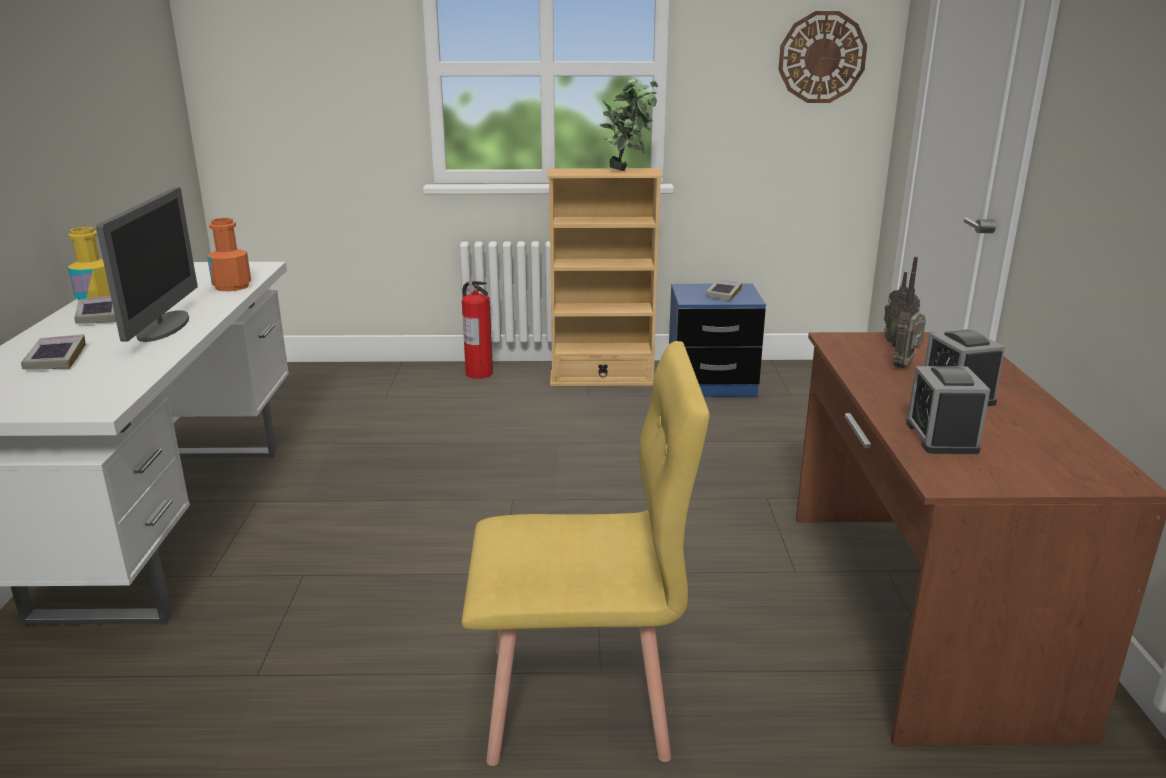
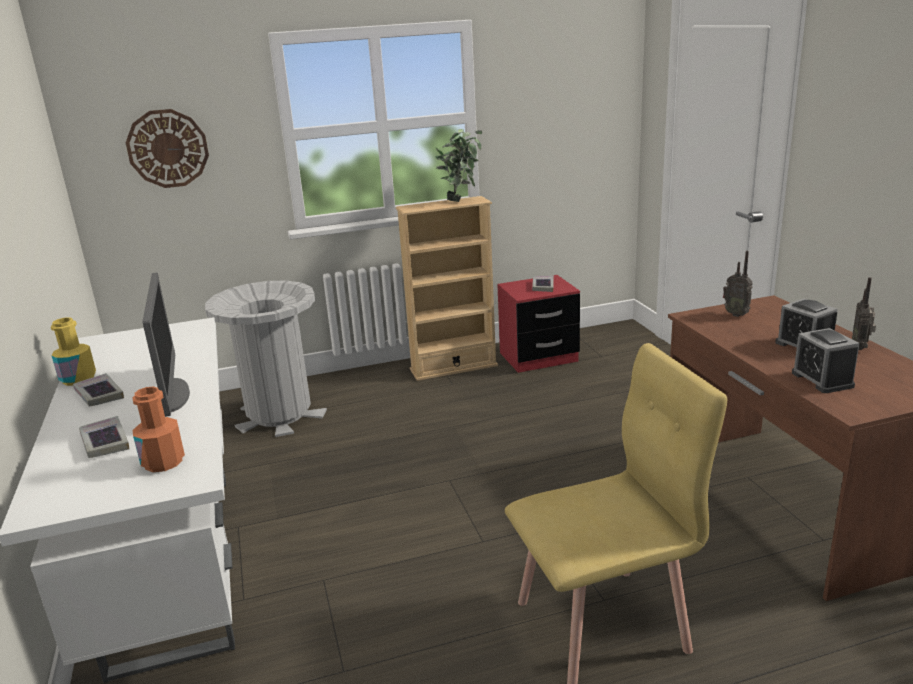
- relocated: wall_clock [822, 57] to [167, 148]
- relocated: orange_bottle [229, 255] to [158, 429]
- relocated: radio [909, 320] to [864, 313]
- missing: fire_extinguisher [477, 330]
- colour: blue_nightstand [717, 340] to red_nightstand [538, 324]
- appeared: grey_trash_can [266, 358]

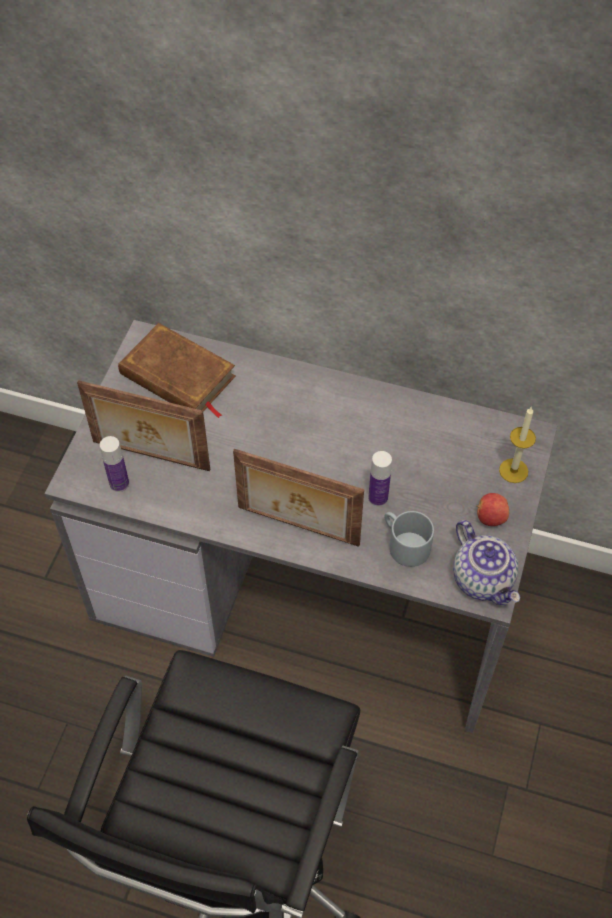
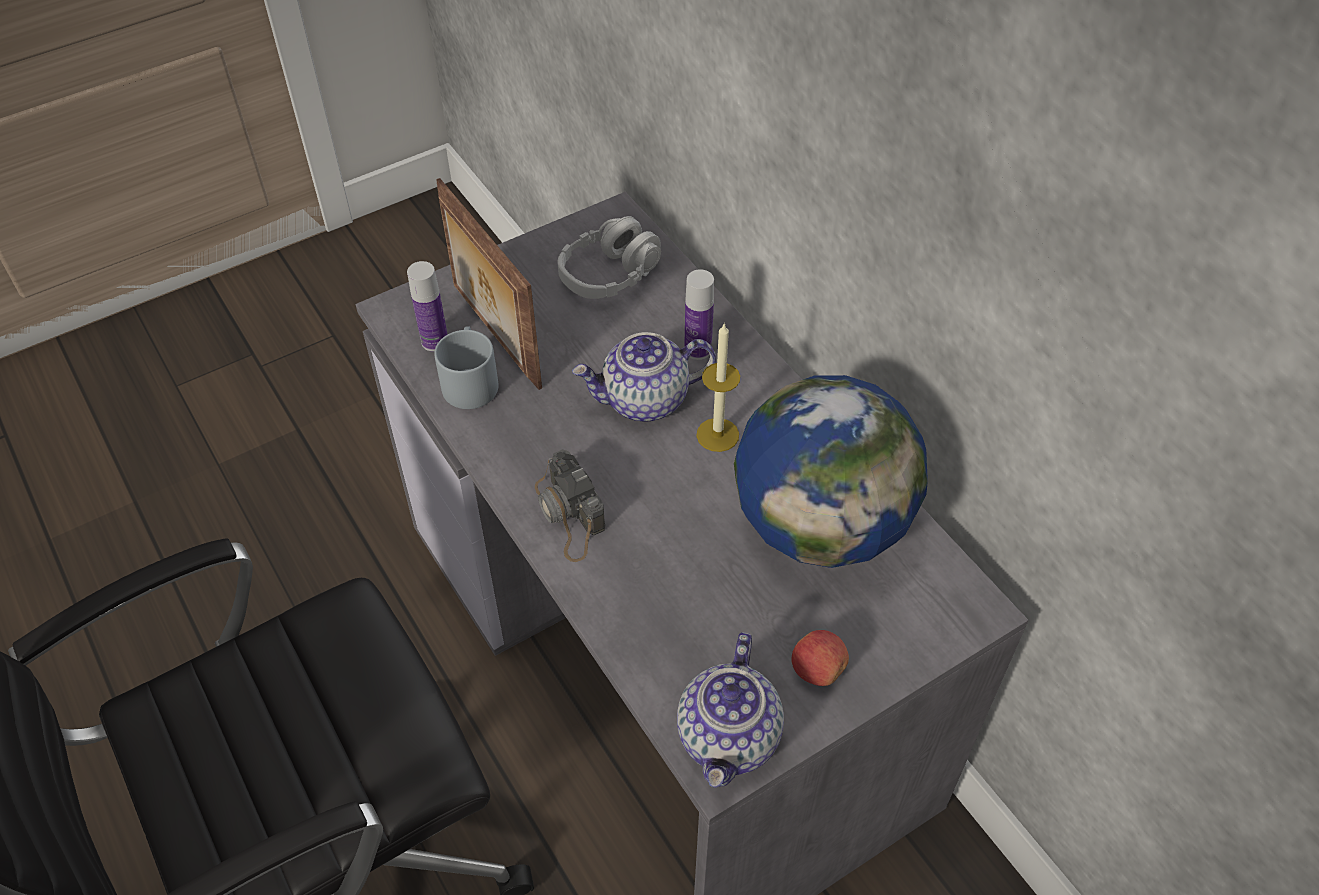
- exchanged: brown_book [176, 370] to grey_headphones [609, 257]
- relocated: candle [517, 445] to [718, 387]
- exchanged: picture_frame [298, 498] to photo_camera [570, 505]
- relocated: bottle [380, 479] to [699, 314]
- relocated: grey_mug [409, 539] to [466, 367]
- appeared: teapot [644, 376]
- appeared: globe [831, 471]

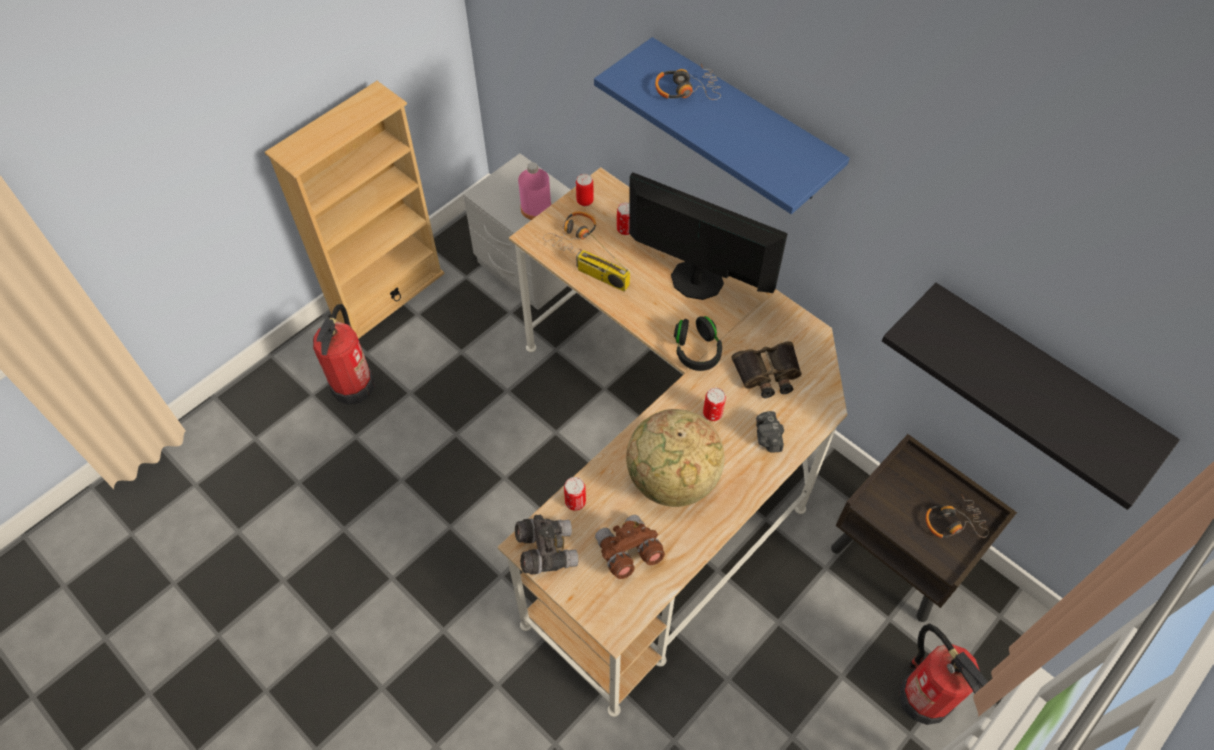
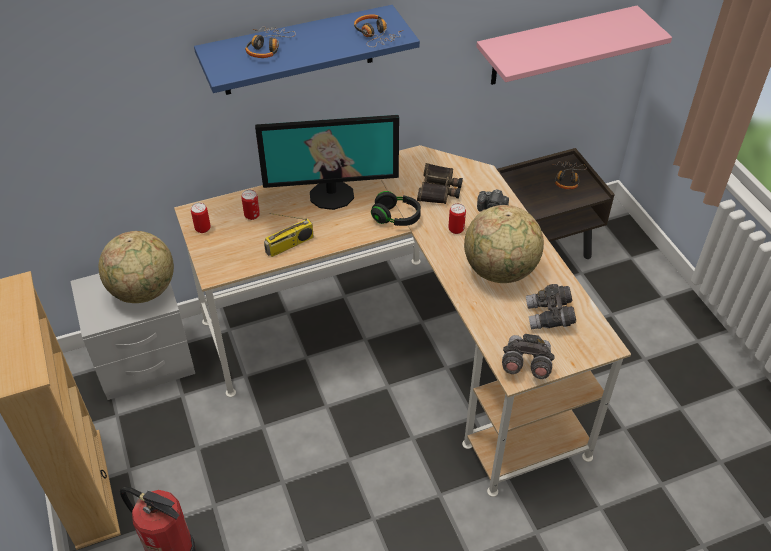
- exchanged: pink_bottle [535, 191] to globe [136, 267]
- spun: monitor [708, 236] = [327, 162] 150 degrees counterclockwise
- relocated: headphones [569, 232] to [379, 30]
- colour: black_shelf [1031, 396] to pink_shelf [574, 45]
- missing: can [575, 494]
- colour: brown_binoculars [630, 547] to grey_binoculars [551, 307]
- missing: fire_extinguisher [943, 674]

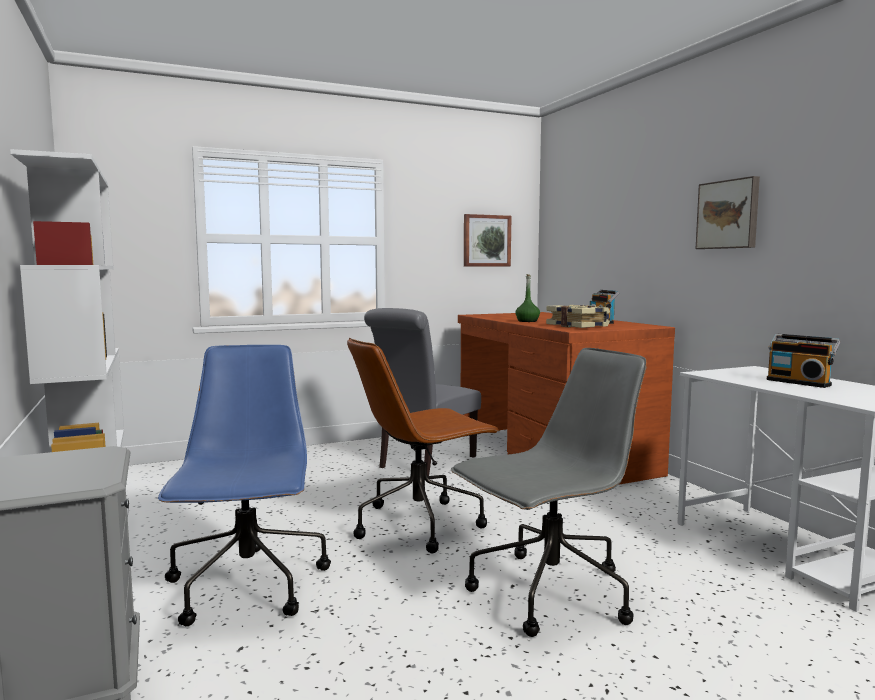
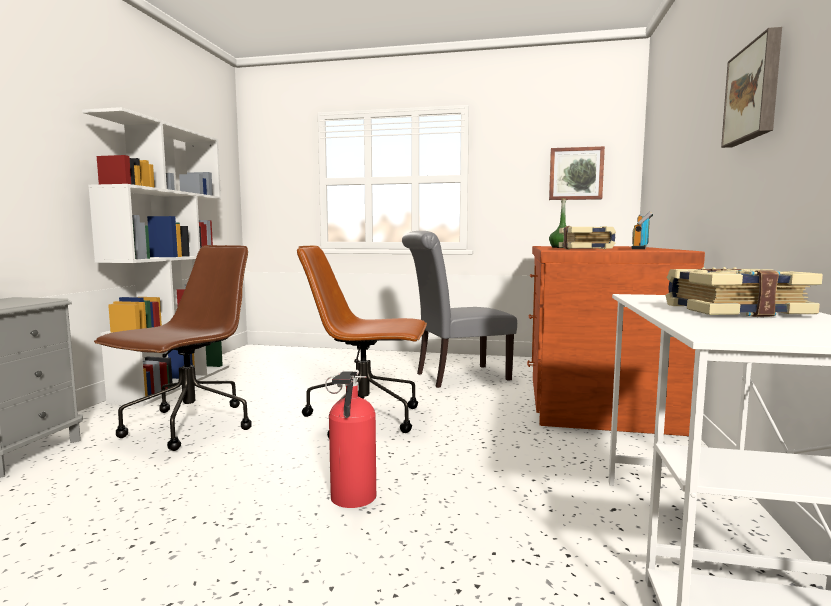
- exchanged: radio [803, 361] to book [744, 292]
- colour: blue_office_chair [244, 485] to brown_office_chair [173, 348]
- exchanged: grey_office_chair [549, 492] to fire_extinguisher [350, 439]

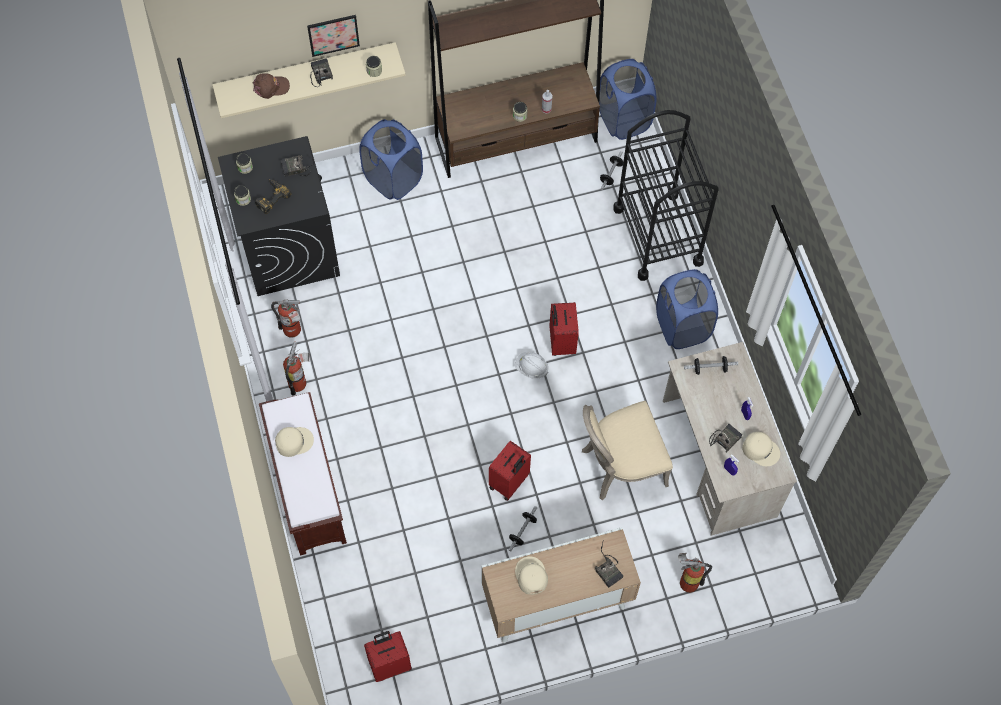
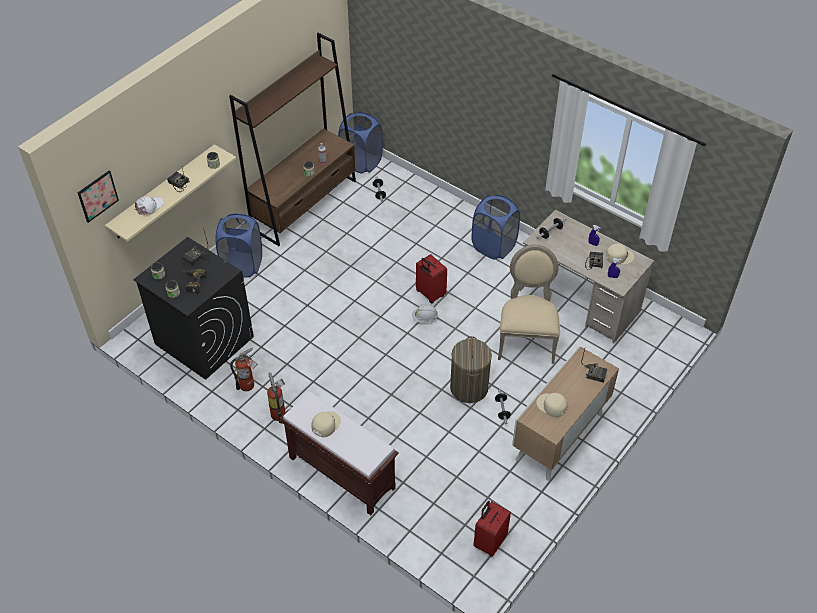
- relocated: picture [333, 36] to [98, 196]
- colour: brown_cap [271, 86] to white_cap [149, 206]
- missing: black_cart [666, 195]
- spun: beige_chair [627, 450] = [529, 304] 150 degrees clockwise
- exchanged: red_suitcase [510, 471] to laundry_basket [471, 369]
- missing: fire_extinguisher [695, 573]

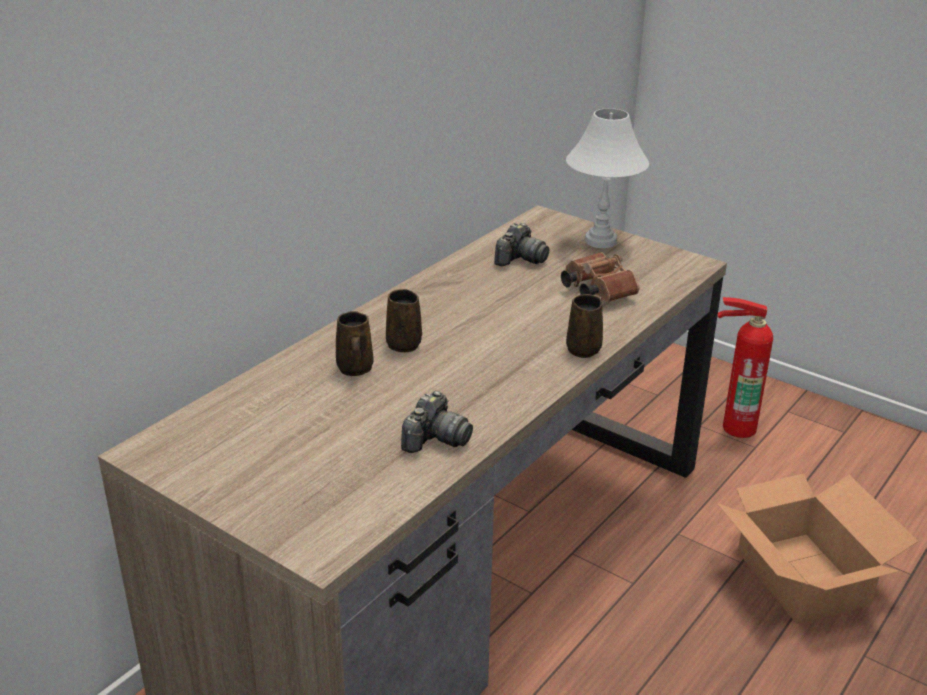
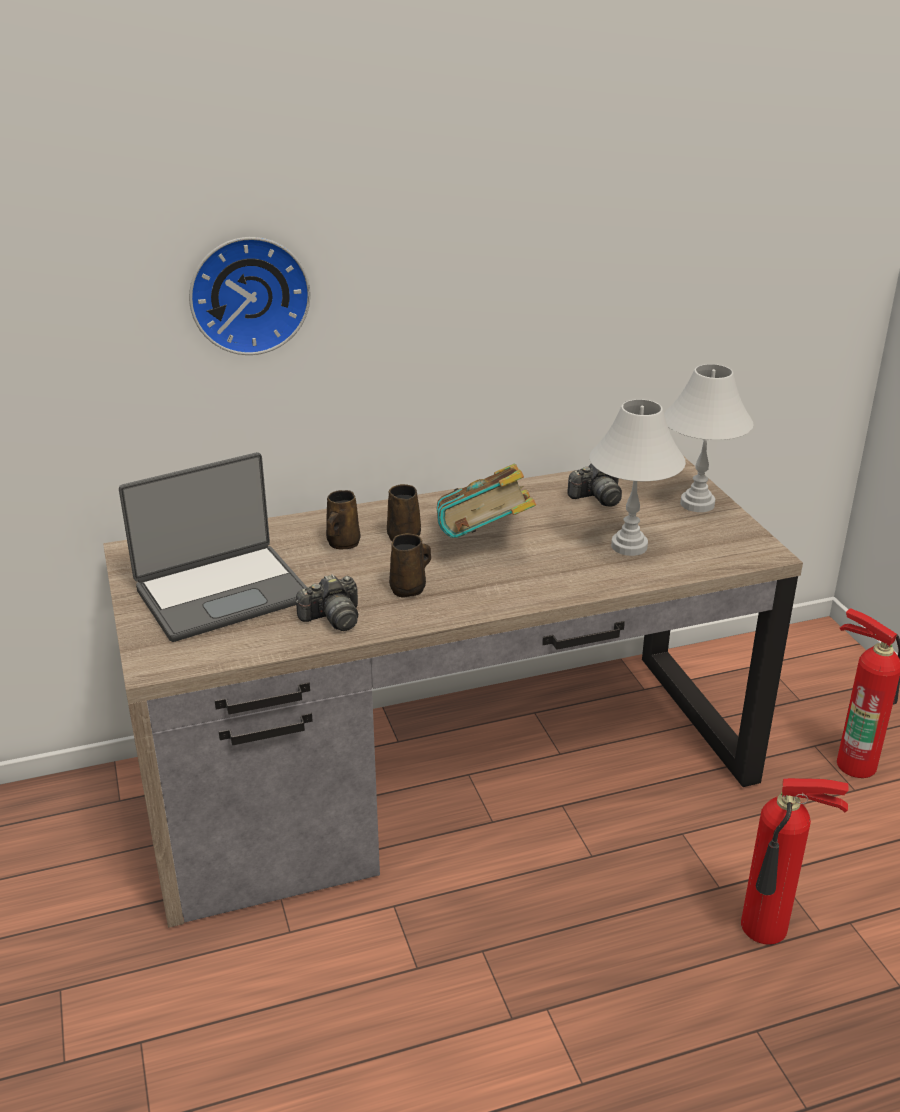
- exchanged: brown_binoculars [600, 277] to white_table_lamp [637, 477]
- relocated: brown_mug [584, 326] to [410, 565]
- exchanged: cardboard_box [817, 549] to fire_extinguisher [794, 861]
- appeared: wall_clock [249, 296]
- appeared: laptop [213, 547]
- appeared: book [486, 500]

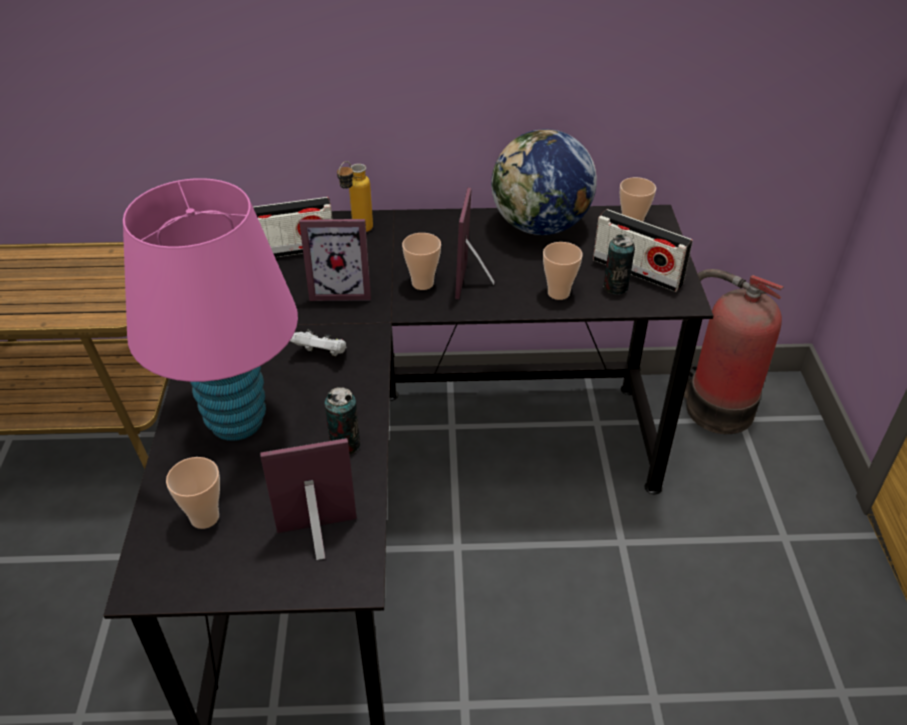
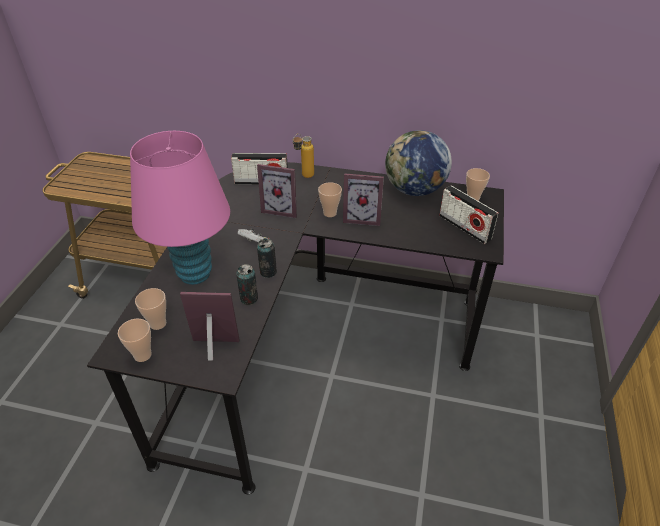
- spun: picture_frame [475, 243] = [363, 199] 105 degrees counterclockwise
- relocated: can [619, 264] to [267, 258]
- relocated: cup [563, 271] to [135, 340]
- missing: fire_extinguisher [734, 351]

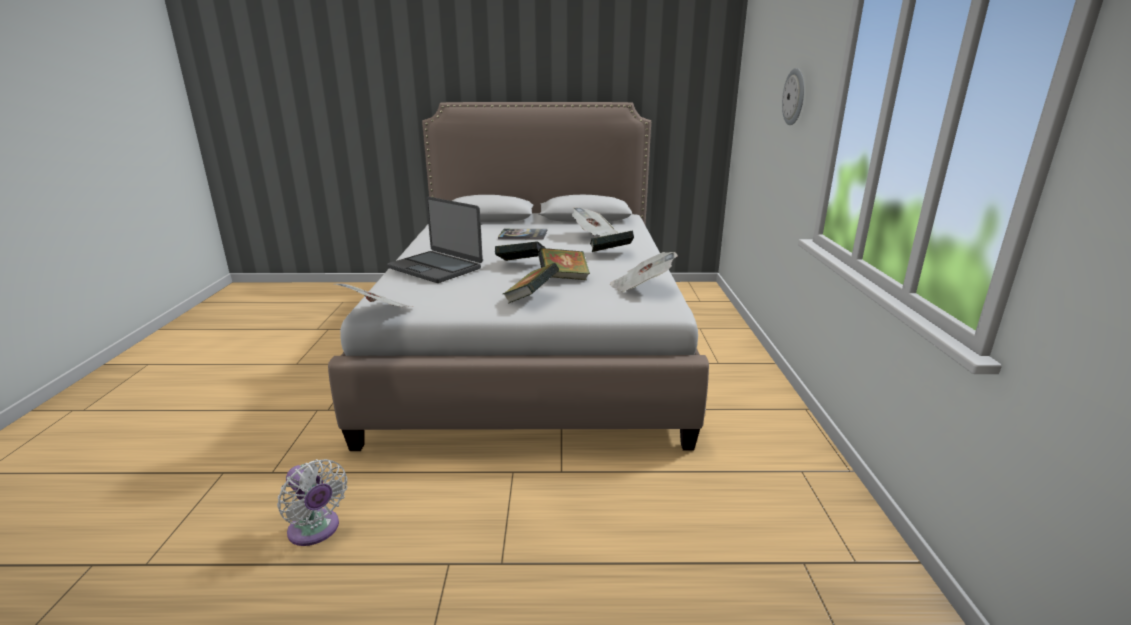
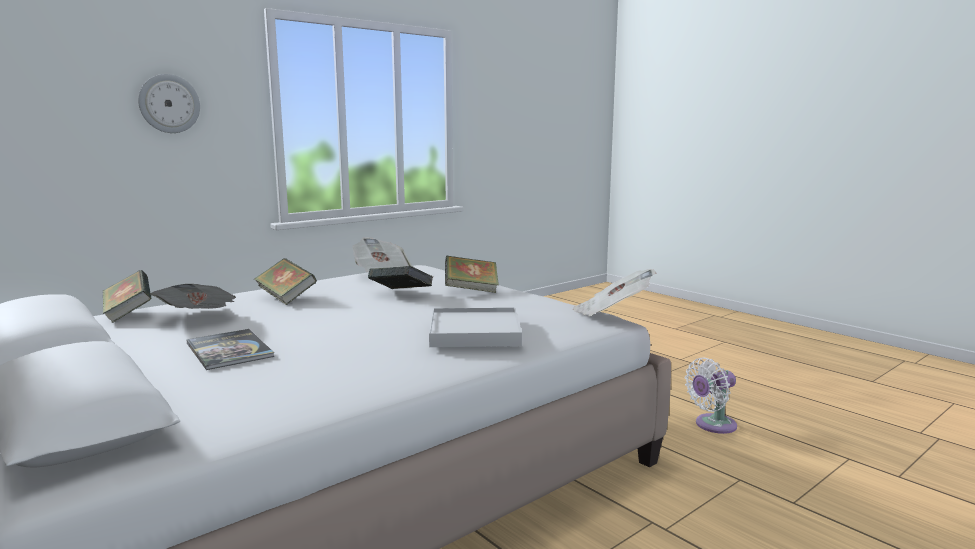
- exchanged: laptop [435, 240] to white_tray [475, 327]
- relocated: book [520, 251] to [127, 296]
- spun: white_fan [312, 502] = [711, 396] 120 degrees counterclockwise

